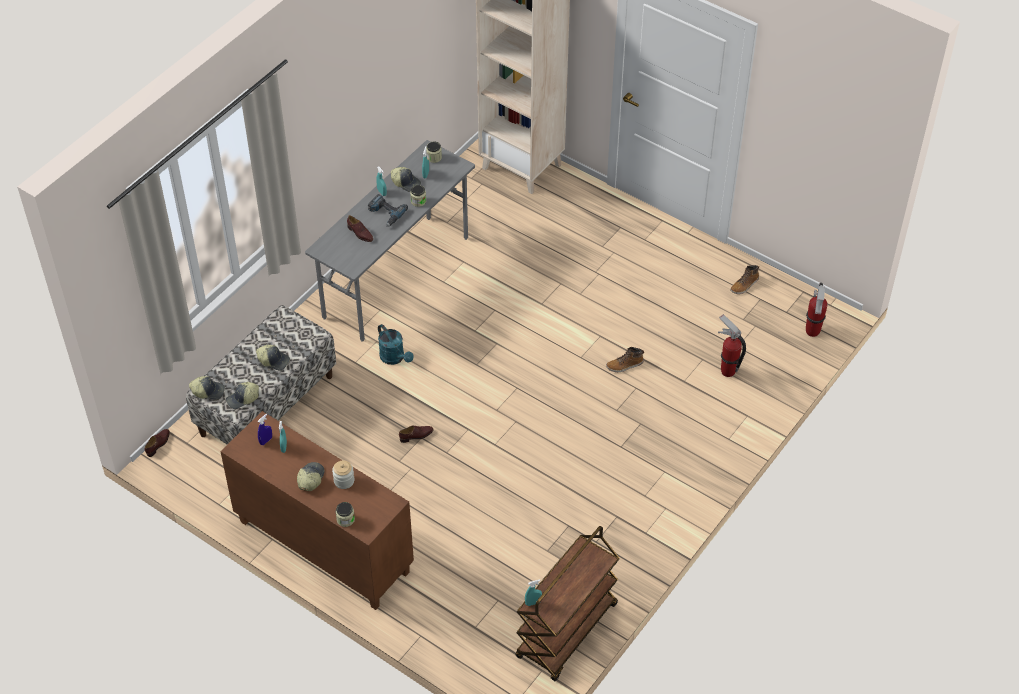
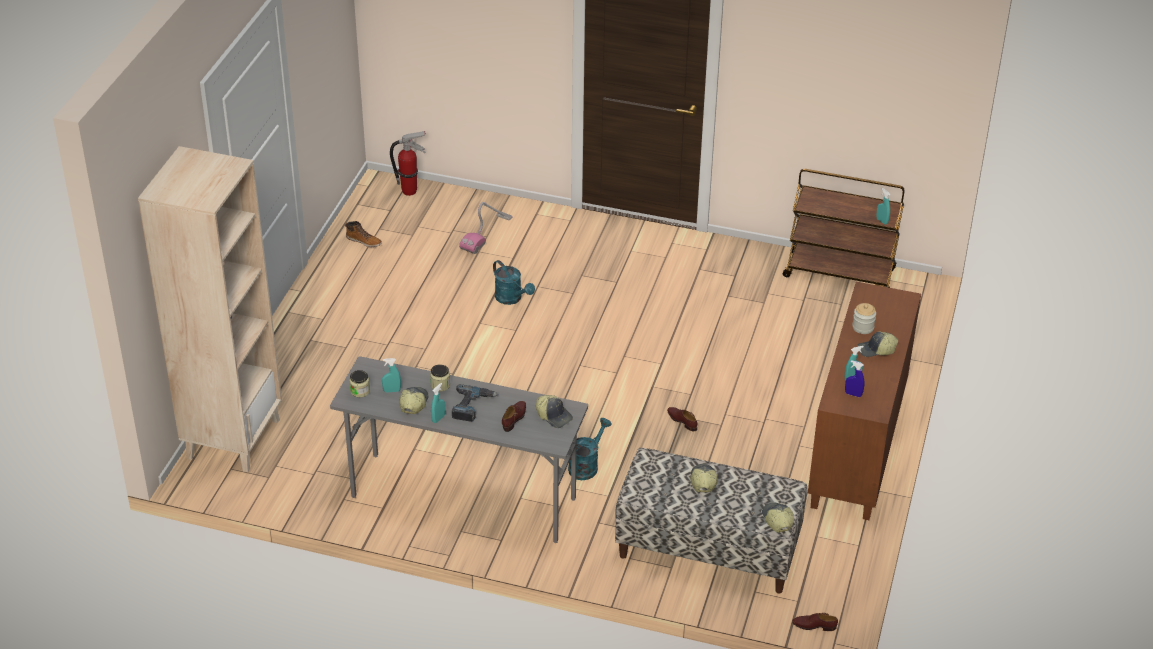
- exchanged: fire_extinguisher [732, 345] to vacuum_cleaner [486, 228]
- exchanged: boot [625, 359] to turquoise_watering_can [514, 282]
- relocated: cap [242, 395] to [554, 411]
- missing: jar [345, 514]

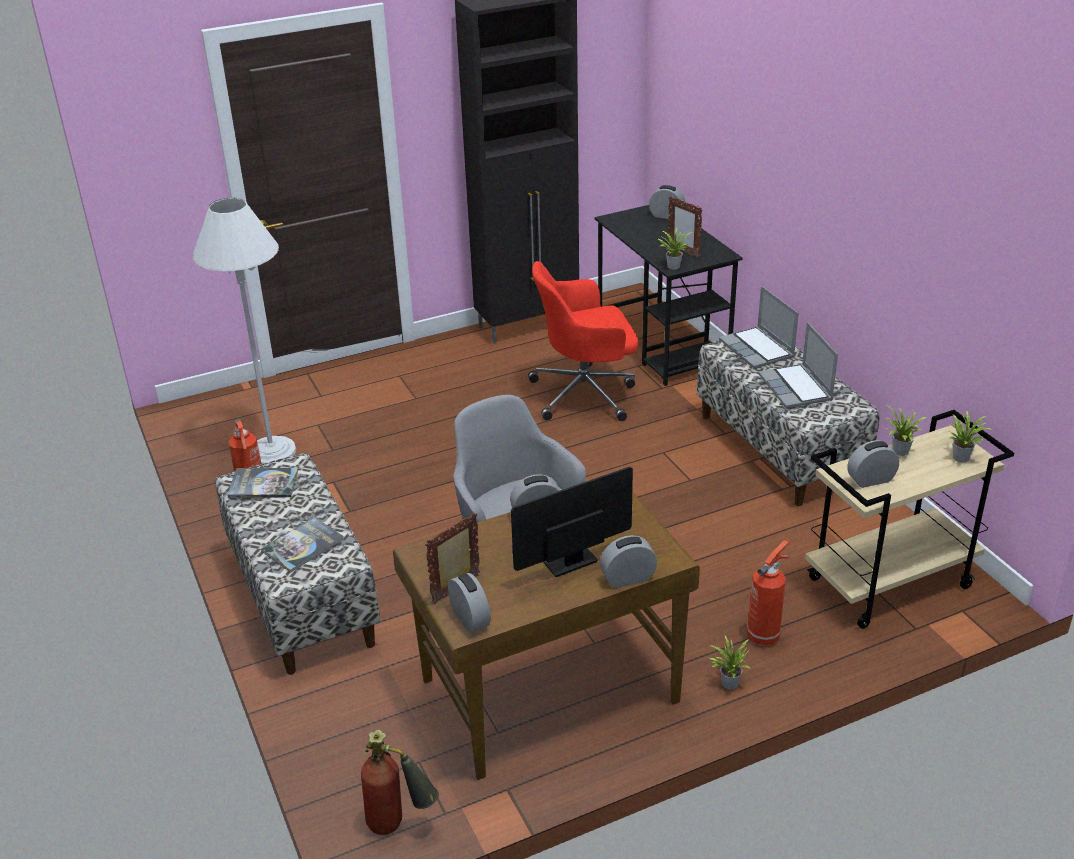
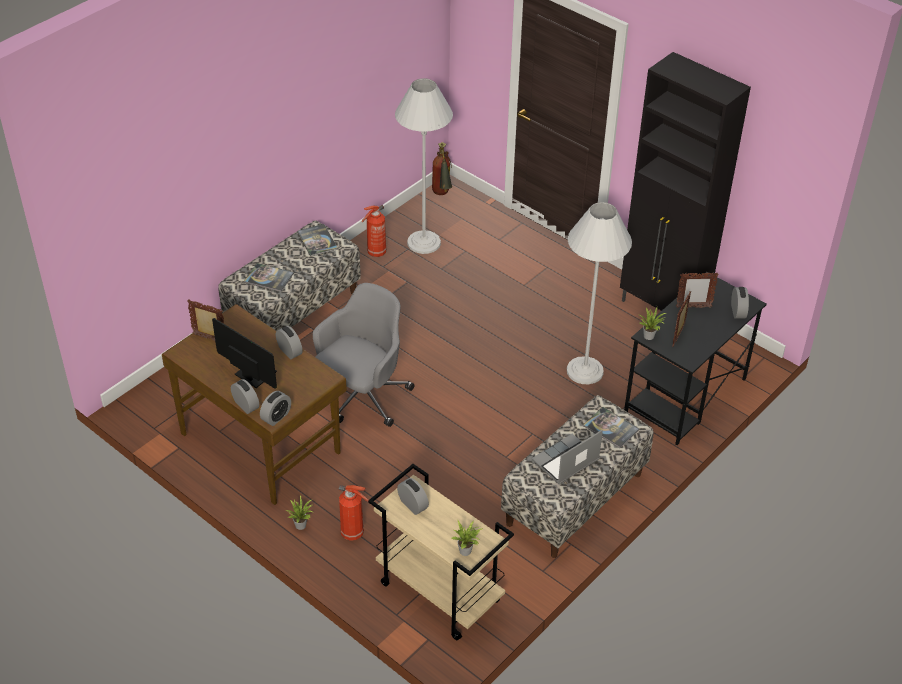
- exchanged: red_office_chair [583, 341] to white_floor_lamp [599, 293]
- exchanged: laptop [759, 327] to book [611, 427]
- missing: potted_plant [906, 431]
- relocated: alarm_clock [469, 603] to [275, 408]
- relocated: fire_extinguisher [400, 782] to [442, 168]
- appeared: picture_frame [697, 290]

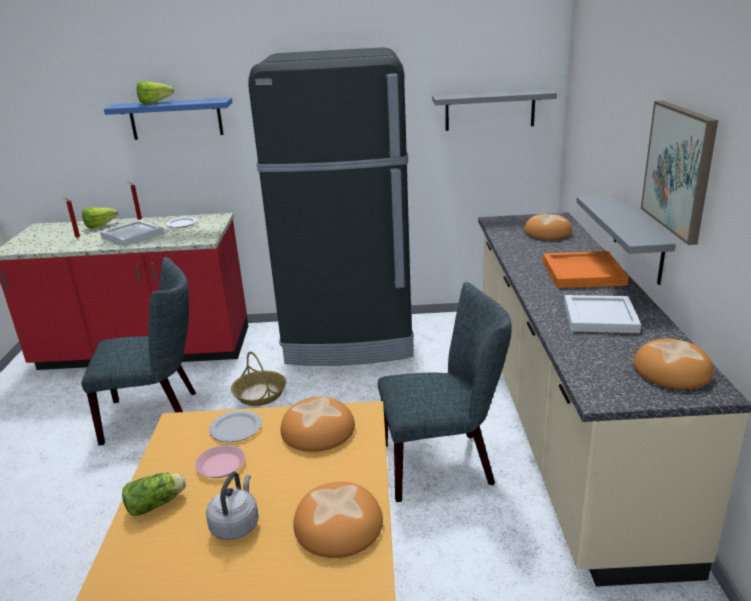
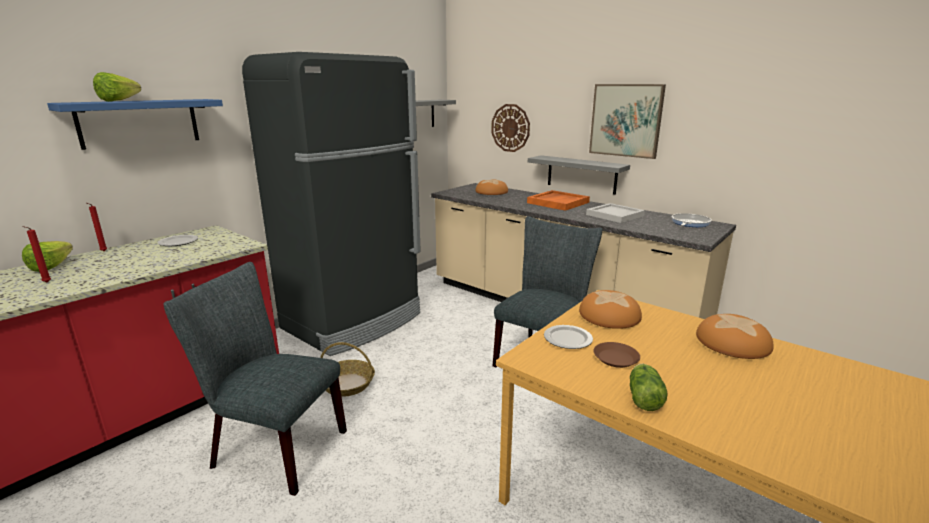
- missing: white_tray [132, 233]
- spun: grey_chair [138, 351] = [255, 379] 105 degrees counterclockwise
- exchanged: bread [673, 363] to frying_pan [692, 220]
- colour: pink_plate [220, 461] to brown_plate [616, 355]
- missing: grey_kettle [232, 506]
- appeared: wall_clock [510, 128]

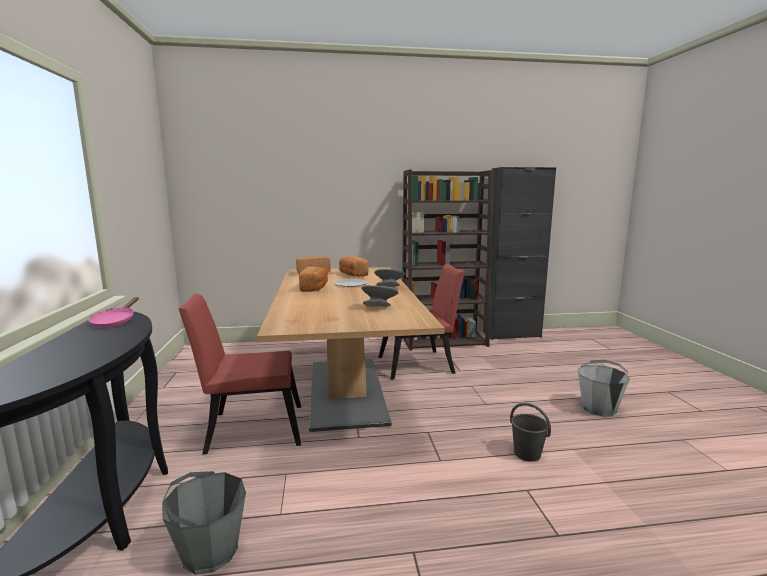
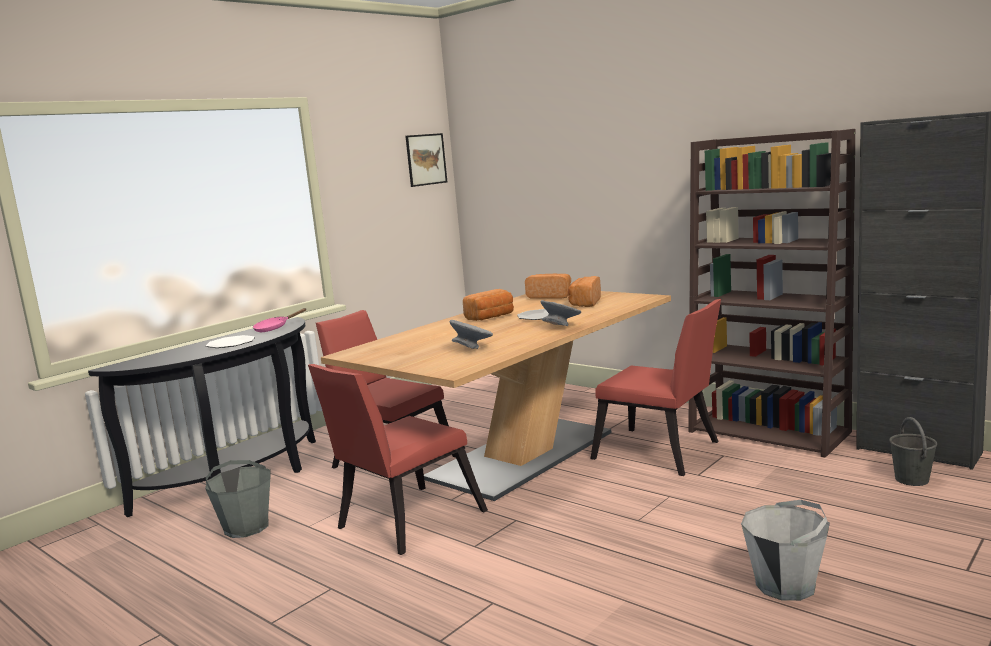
- relocated: grey_bucket [530, 432] to [913, 451]
- appeared: picture [426, 160]
- appeared: plate [230, 341]
- appeared: red_chair [398, 459]

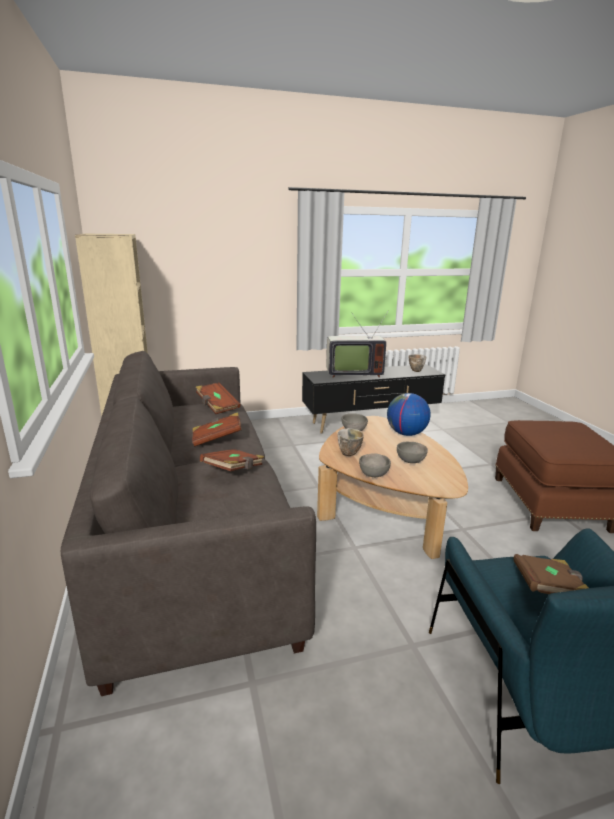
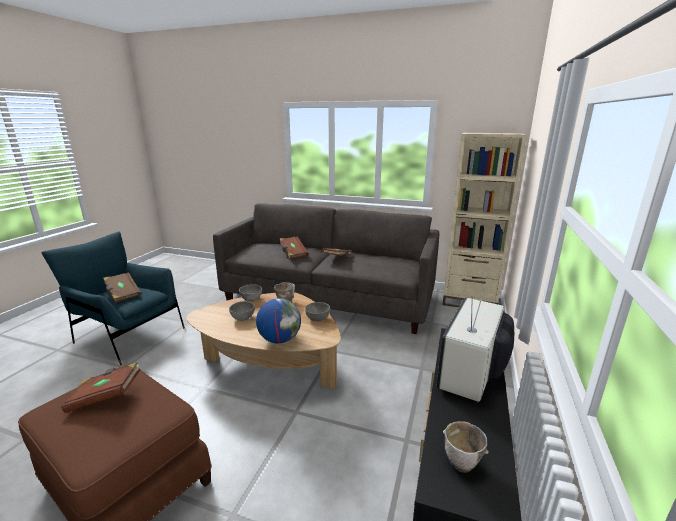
- relocated: brown_book [218, 398] to [101, 387]

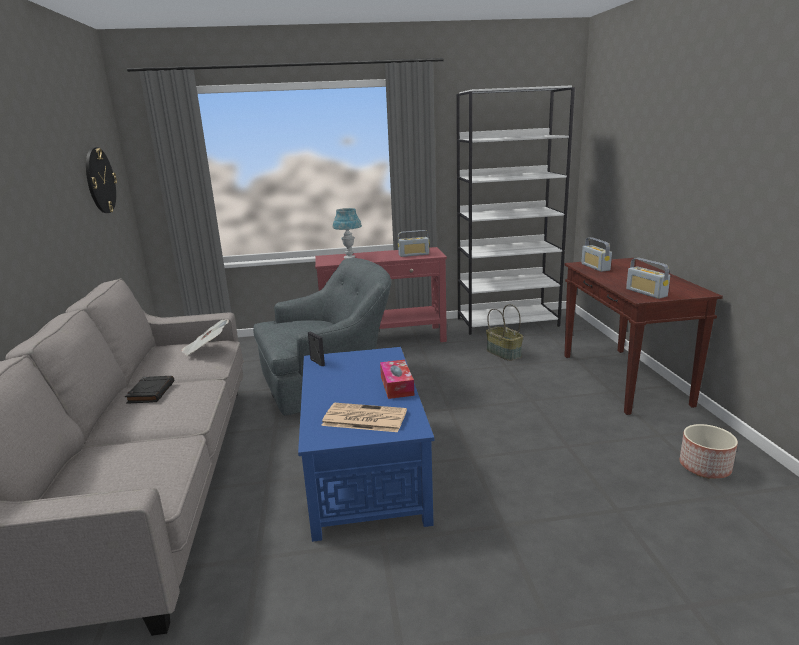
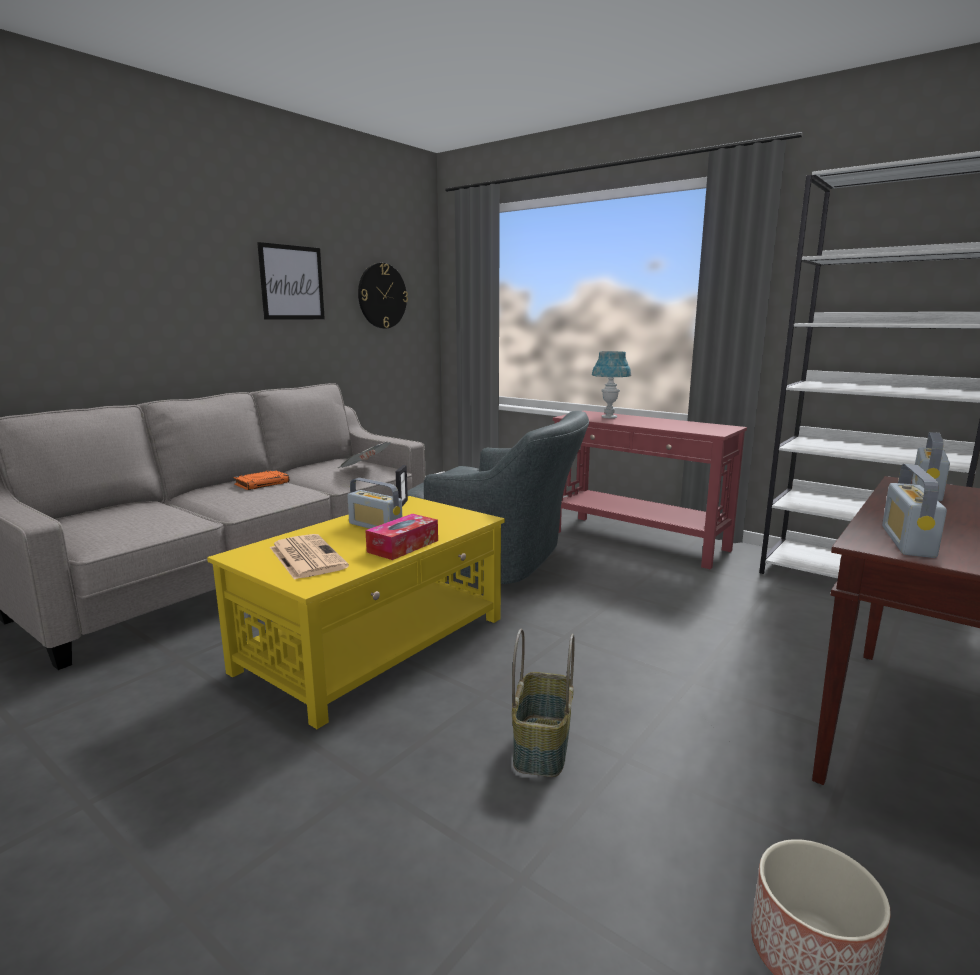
- relocated: radio [414, 243] to [374, 503]
- relocated: basket [504, 332] to [543, 703]
- colour: blue_coffee_table [366, 444] to yellow_coffee_table [356, 612]
- colour: black_book [149, 390] to orange_book [261, 480]
- appeared: picture [291, 281]

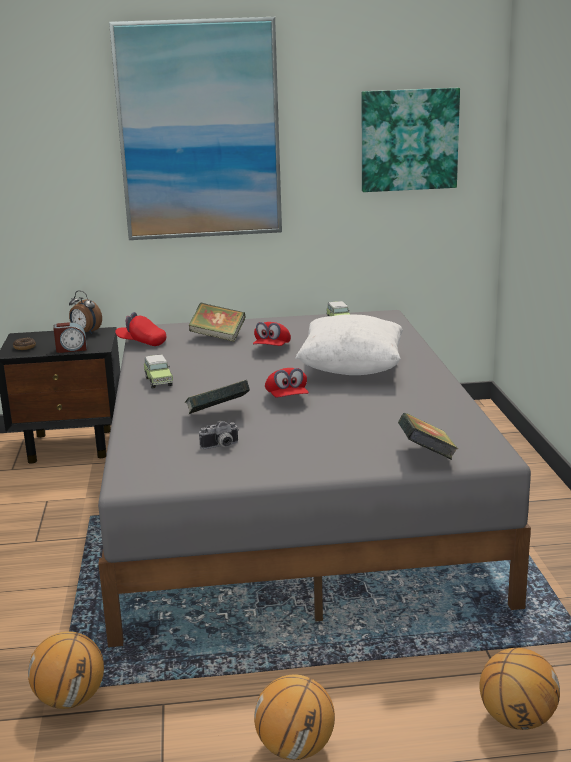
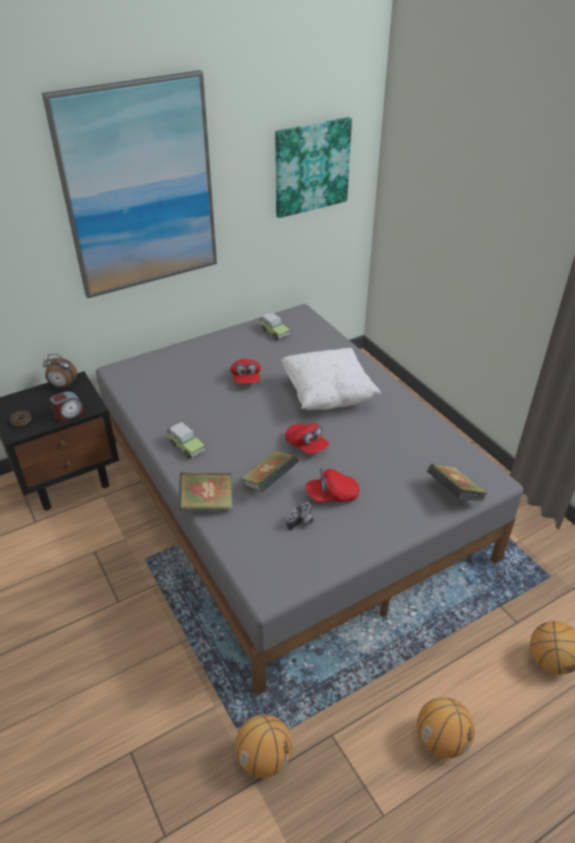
- relocated: book [217, 322] to [206, 492]
- relocated: red_cap [140, 329] to [332, 485]

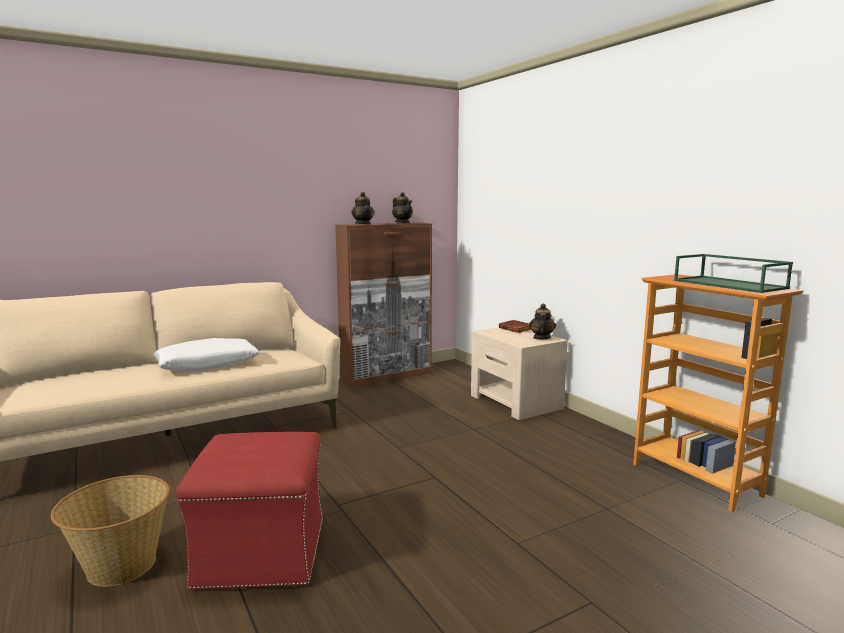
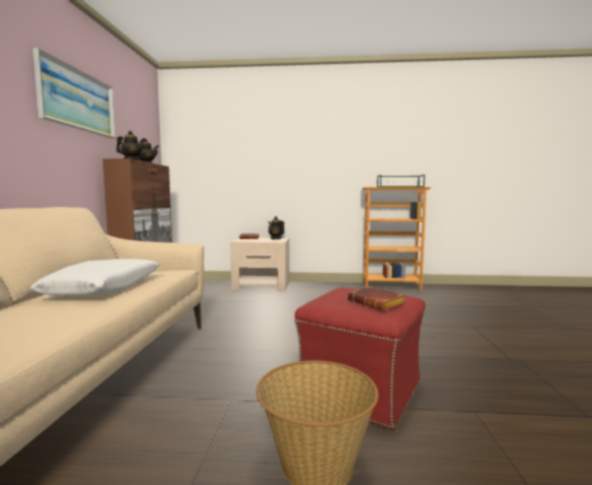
- appeared: picture [74, 93]
- appeared: brown_book [377, 298]

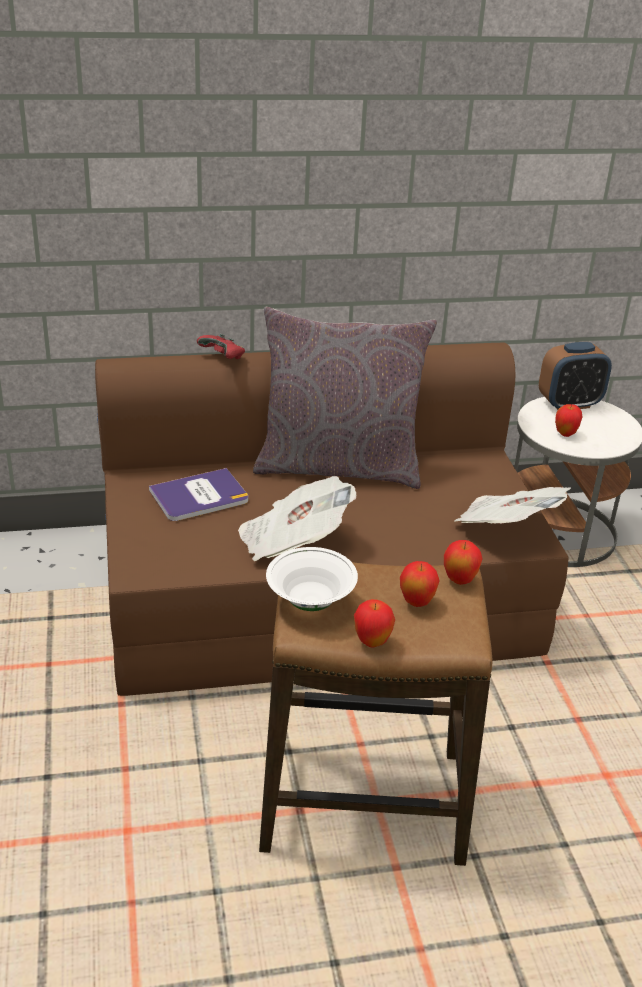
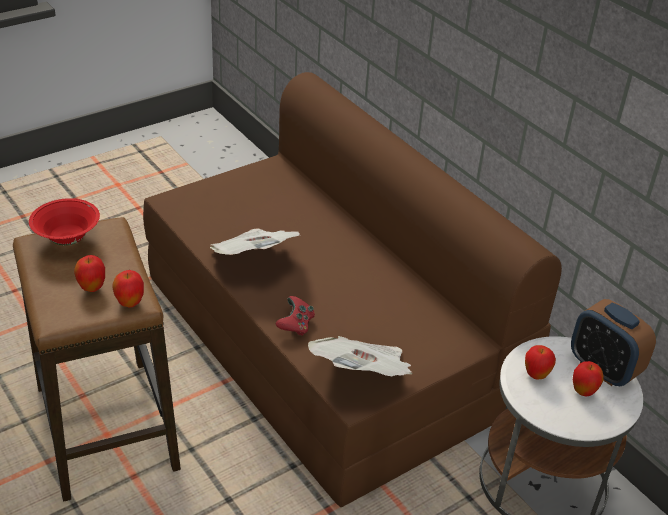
- missing: grey_pillow [345, 398]
- relocated: red_game_controller [221, 346] to [295, 316]
- missing: book [198, 494]
- colour: white_bowl [312, 579] to red_bowl [64, 221]
- relocated: apple [374, 623] to [588, 378]

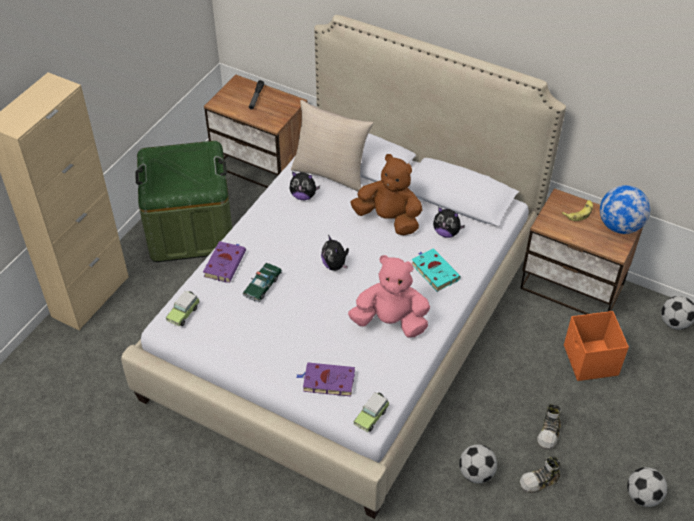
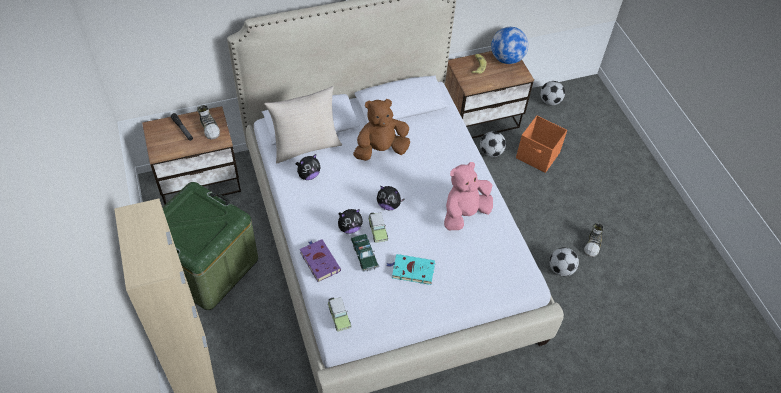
- relocated: plush_toy [449, 222] to [350, 221]
- relocated: turquoise_book [436, 270] to [411, 269]
- missing: purple_book [325, 379]
- relocated: toy_car [371, 412] to [378, 227]
- relocated: shoe [549, 427] to [208, 122]
- relocated: football [647, 487] to [493, 144]

